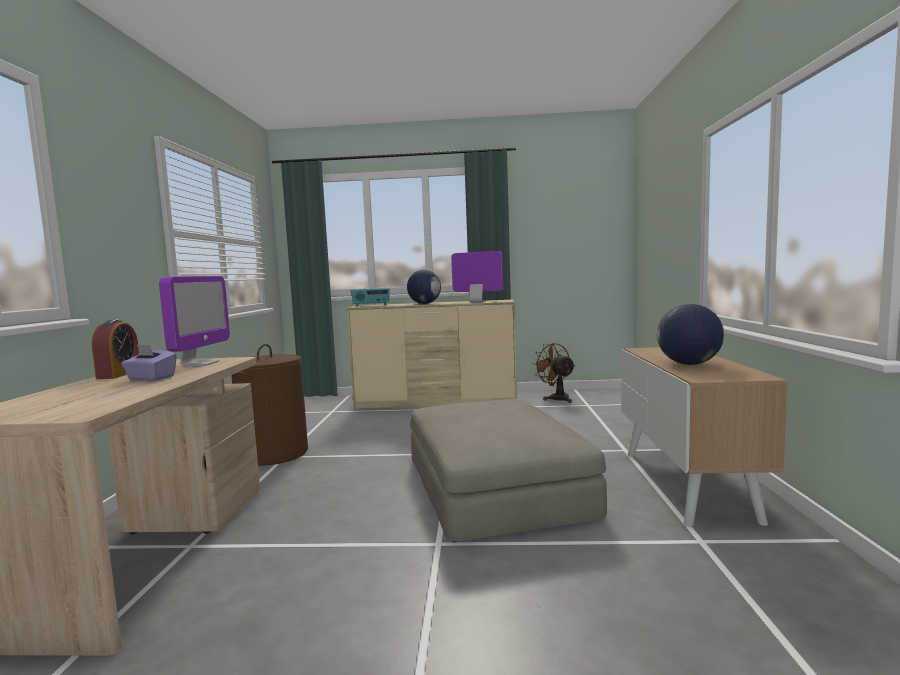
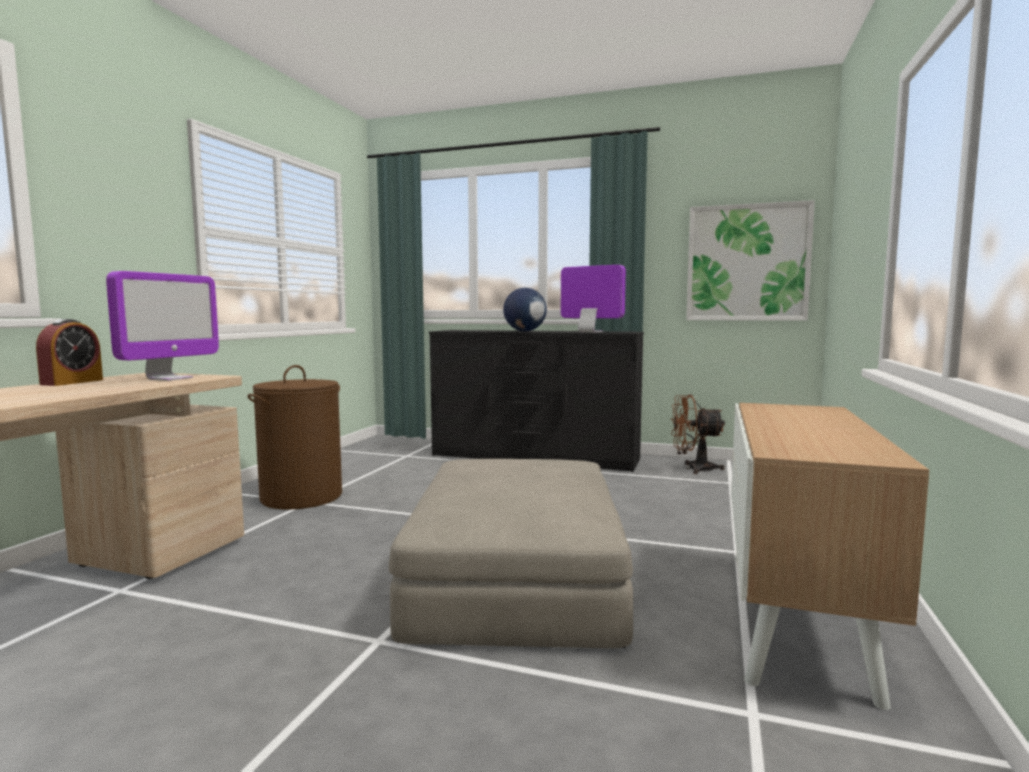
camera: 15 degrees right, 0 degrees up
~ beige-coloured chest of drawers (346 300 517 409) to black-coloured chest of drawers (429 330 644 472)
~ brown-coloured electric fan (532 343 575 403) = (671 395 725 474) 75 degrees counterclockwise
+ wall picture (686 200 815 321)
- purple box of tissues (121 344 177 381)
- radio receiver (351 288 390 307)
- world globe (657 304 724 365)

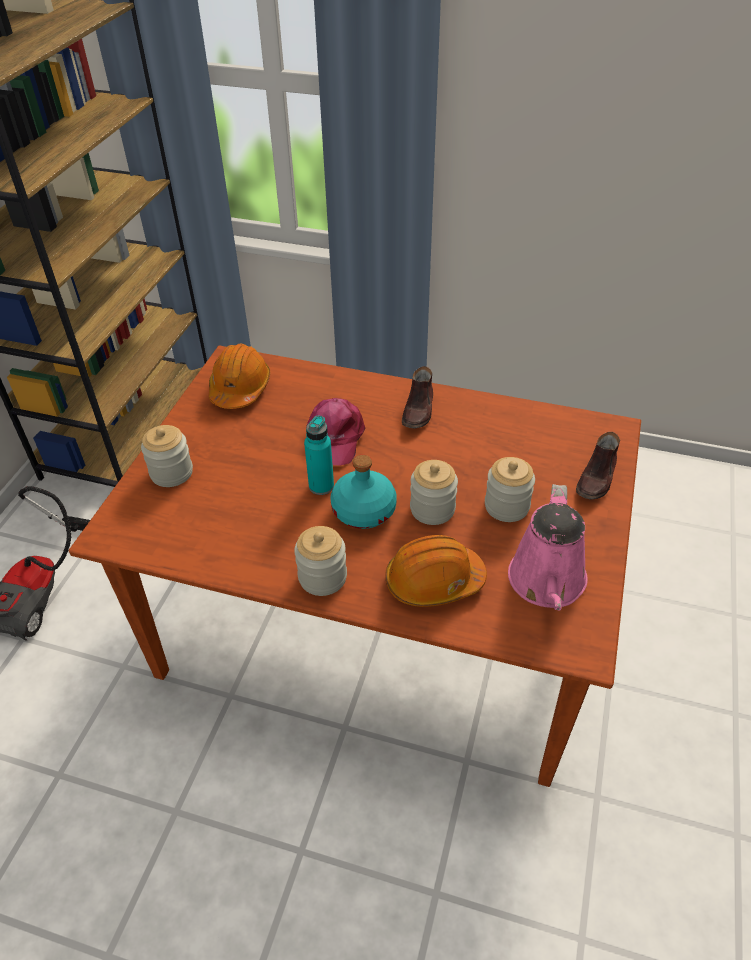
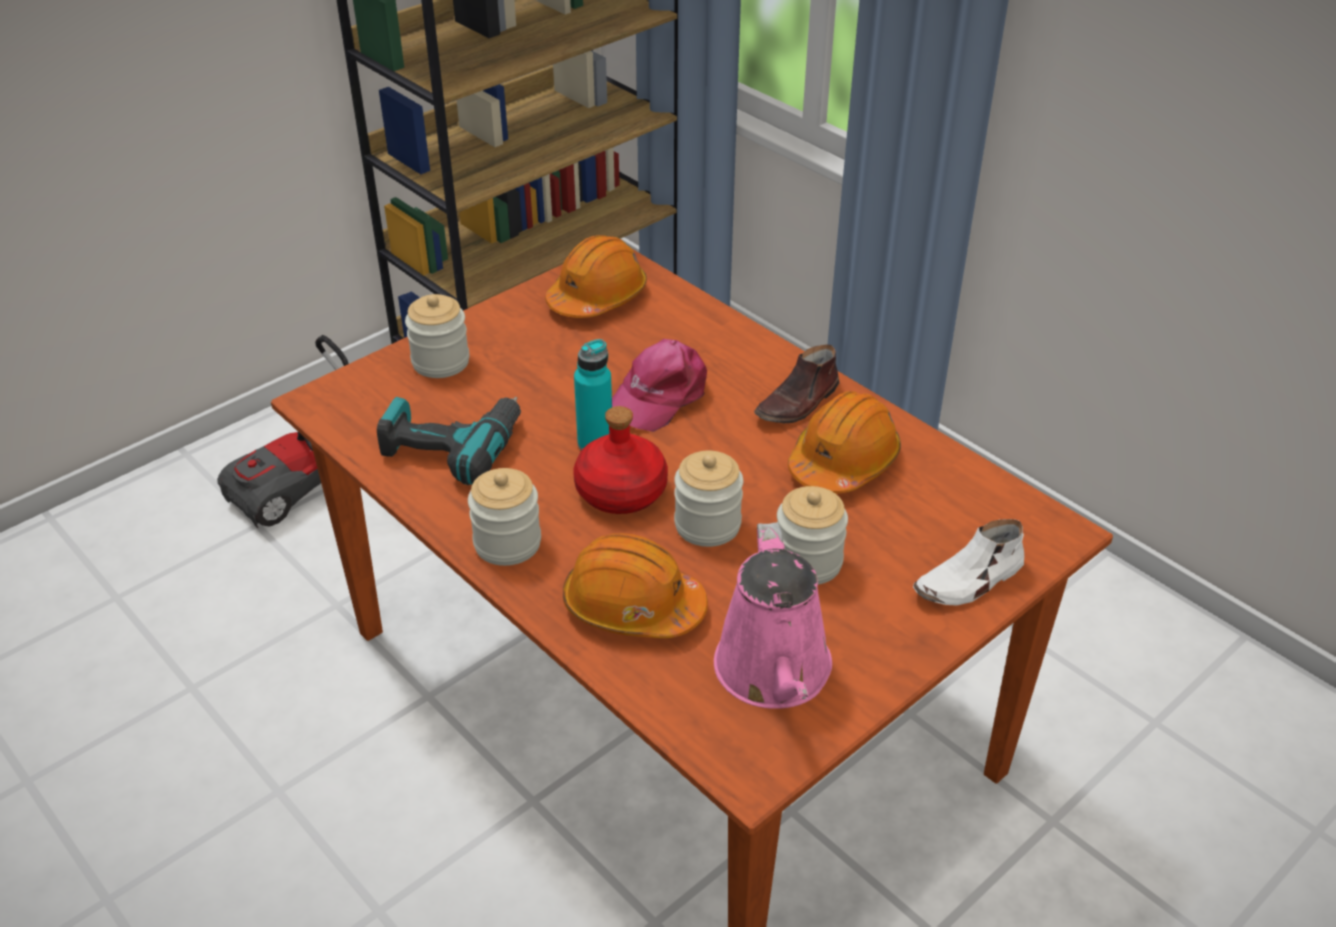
camera: 30 degrees right, 5 degrees down
+ electric drill (377 397 521 485)
~ blue-green drink bottle (330 455 397 529) to reddish drink bottle (573 406 668 514)
~ pink-coloured sprinkling can (508 484 588 610) = (714 522 832 709) 45 degrees counterclockwise
+ orange hard hat (788 391 901 494)
~ brown-coloured low shoe (576 432 620 500) to white low shoe (913 519 1024 605)

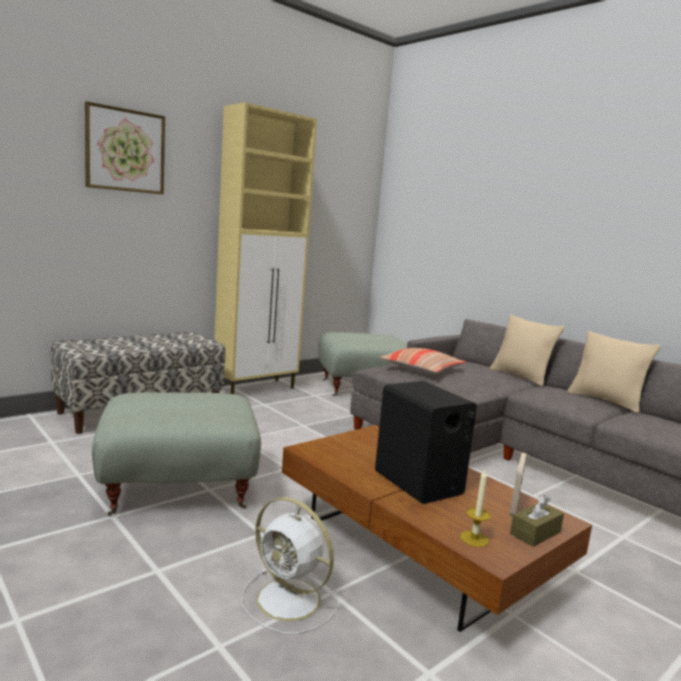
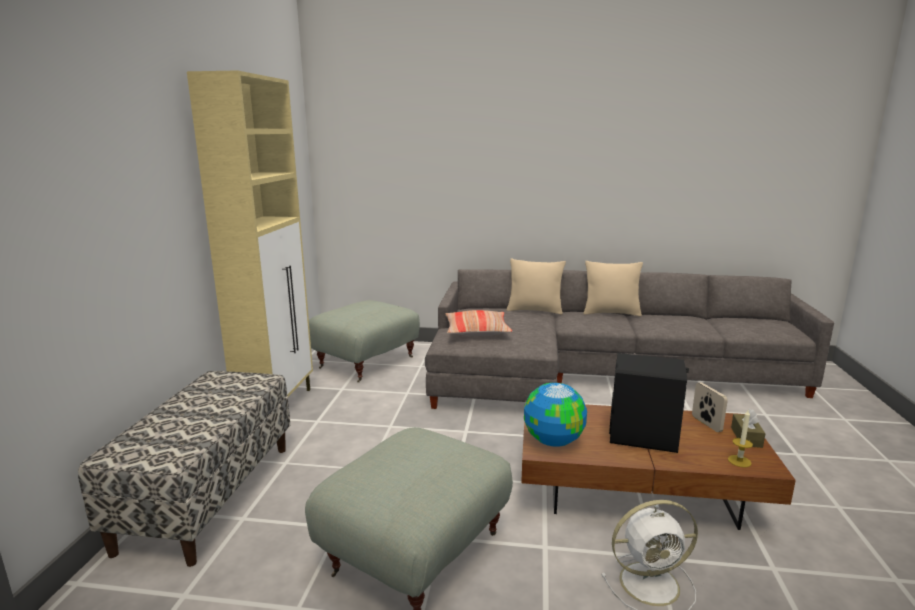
camera: 40 degrees left, 5 degrees up
+ world globe (524 383 587 447)
- wall picture (85 101 165 195)

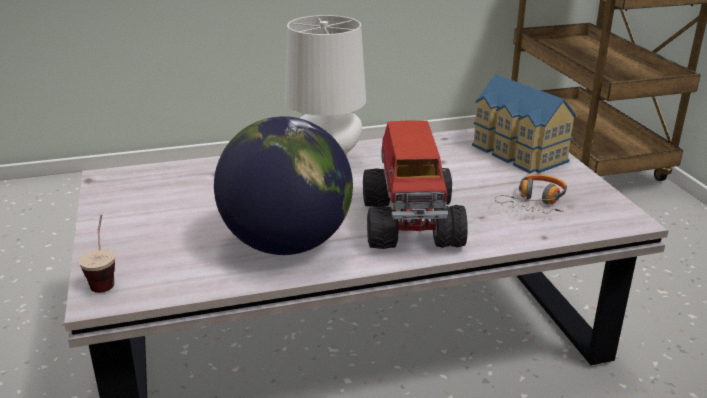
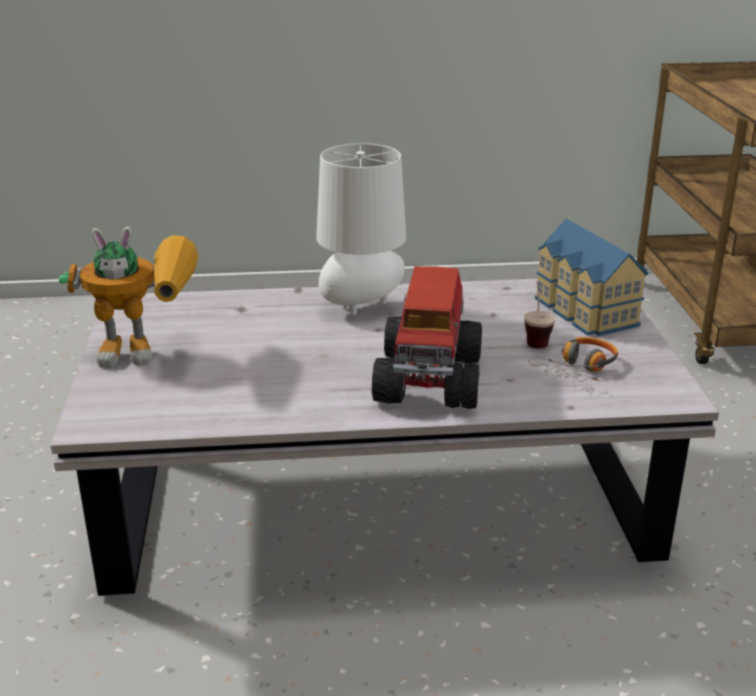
camera: 10 degrees right, 0 degrees up
+ robot figure (59 227 198 368)
~ drinking cup (79 215 115 293) to (524 281 555 349)
- world globe (214 116 353 255)

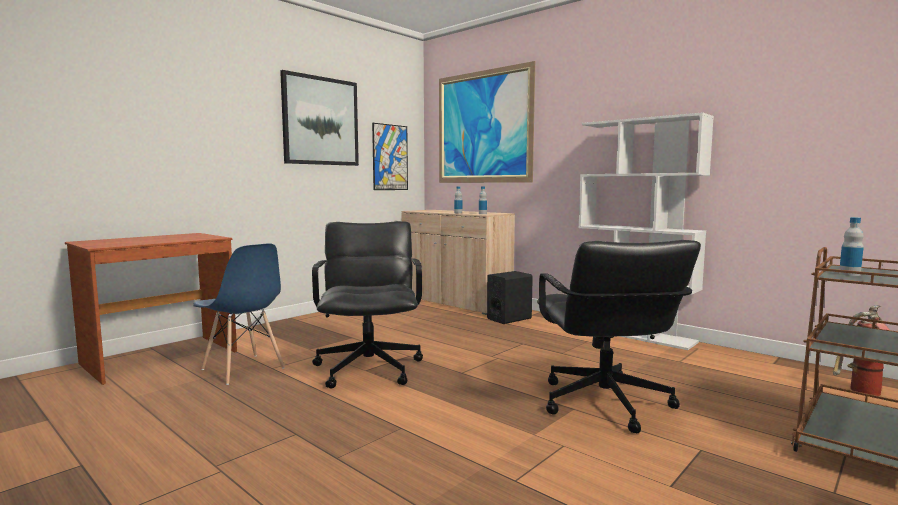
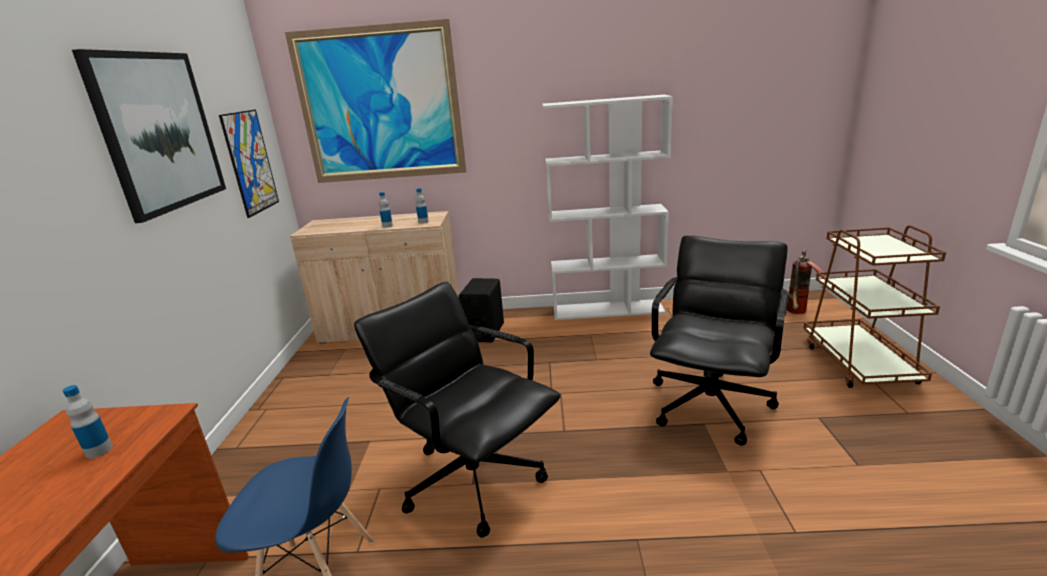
camera: 40 degrees left, 15 degrees up
~ drink bottle (839 217 864 276) to (62 385 113 459)
~ black-coloured desk chair (537 240 701 433) = (650 235 789 446) 105 degrees counterclockwise

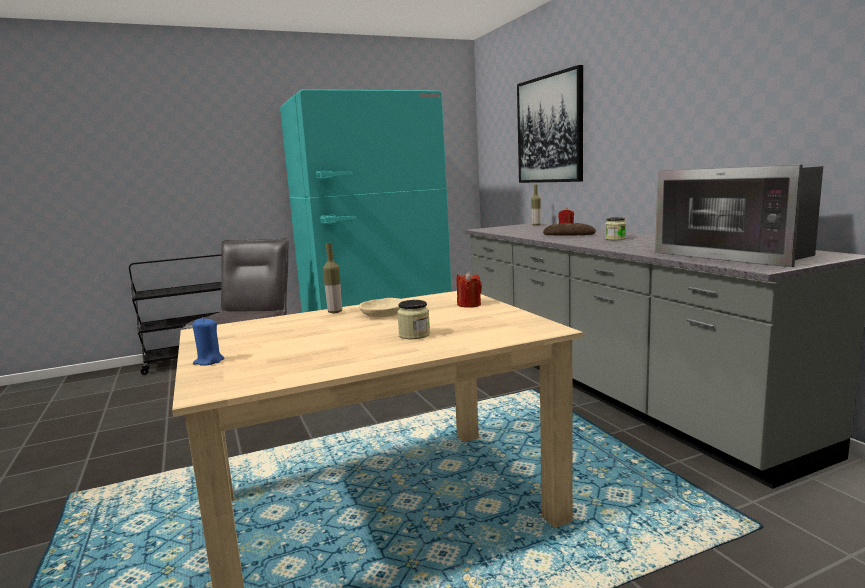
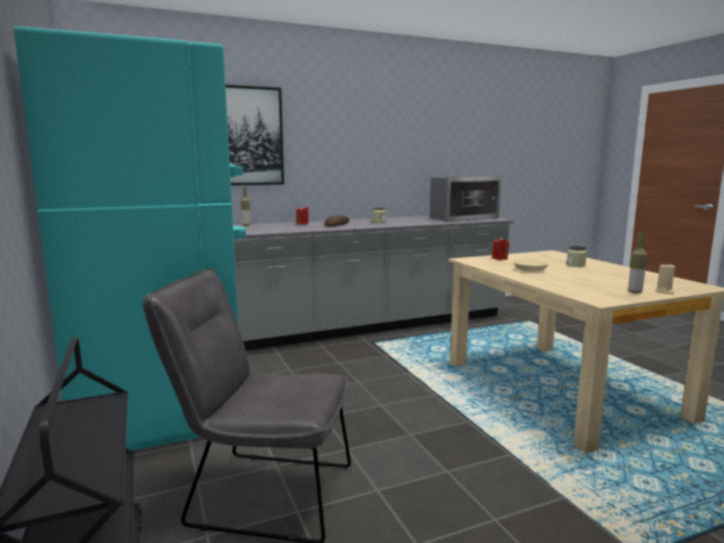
camera: 90 degrees left, 0 degrees up
~ drink bottle (323 243 342 313) to (628 233 647 293)
~ blue-coloured candle (192 318 224 366) to beige-coloured candle (655 264 675 294)

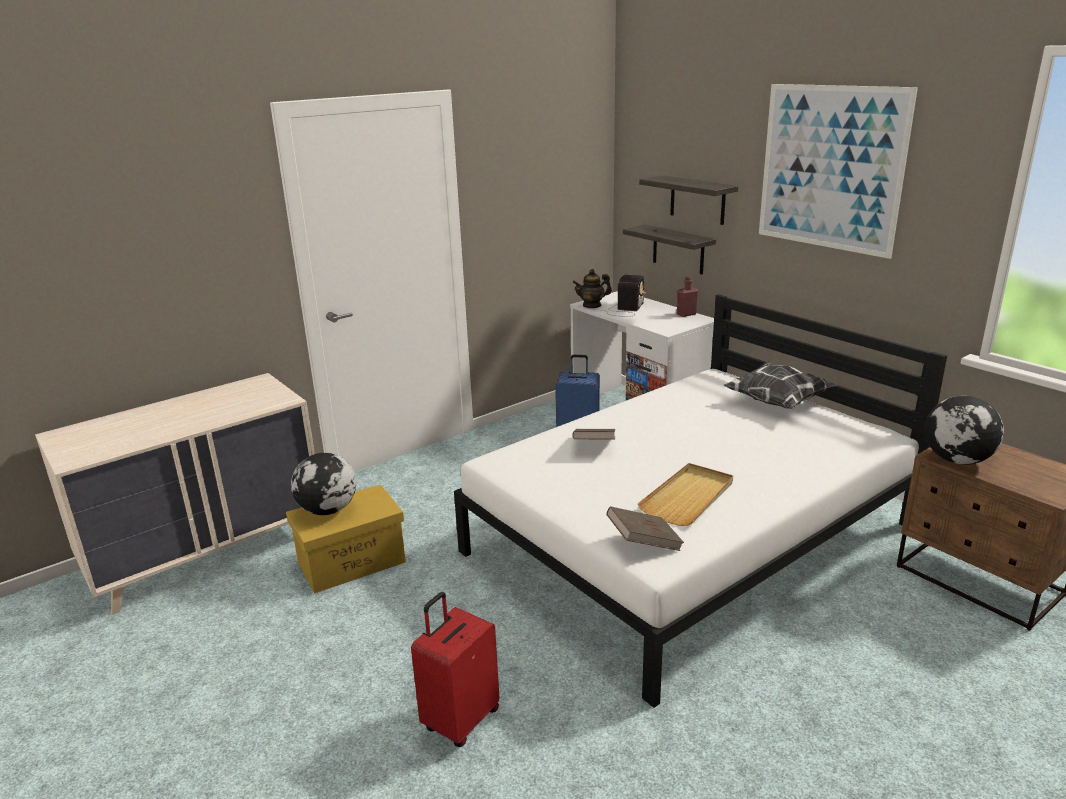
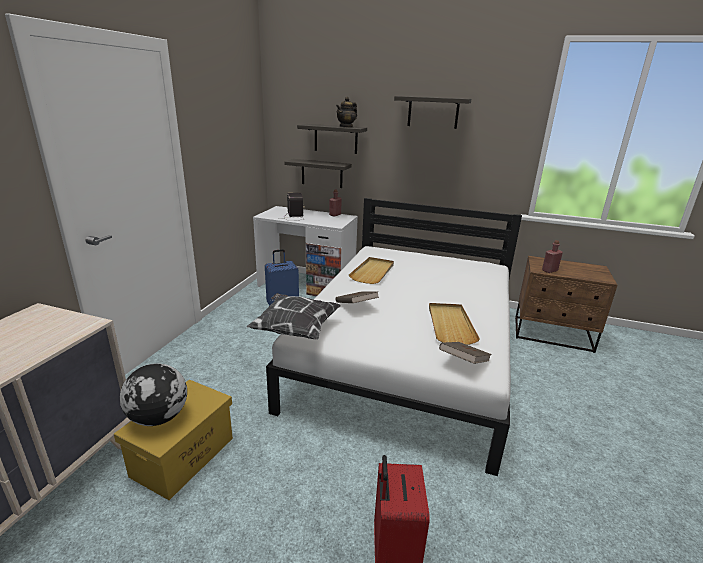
camera: 35 degrees left, 0 degrees up
~ throw pillow (724 362 837 409) to (247 293 341 340)
~ pot for tea (573 269 612 308) to (336 97 357 128)
+ beige-coloured tray (349 257 394 284)
~ wall picture (759 84 918 259) to bracket shelf (394 96 471 129)
~ world globe (925 396 1004 465) to reddish drink bottle (542 240 563 273)

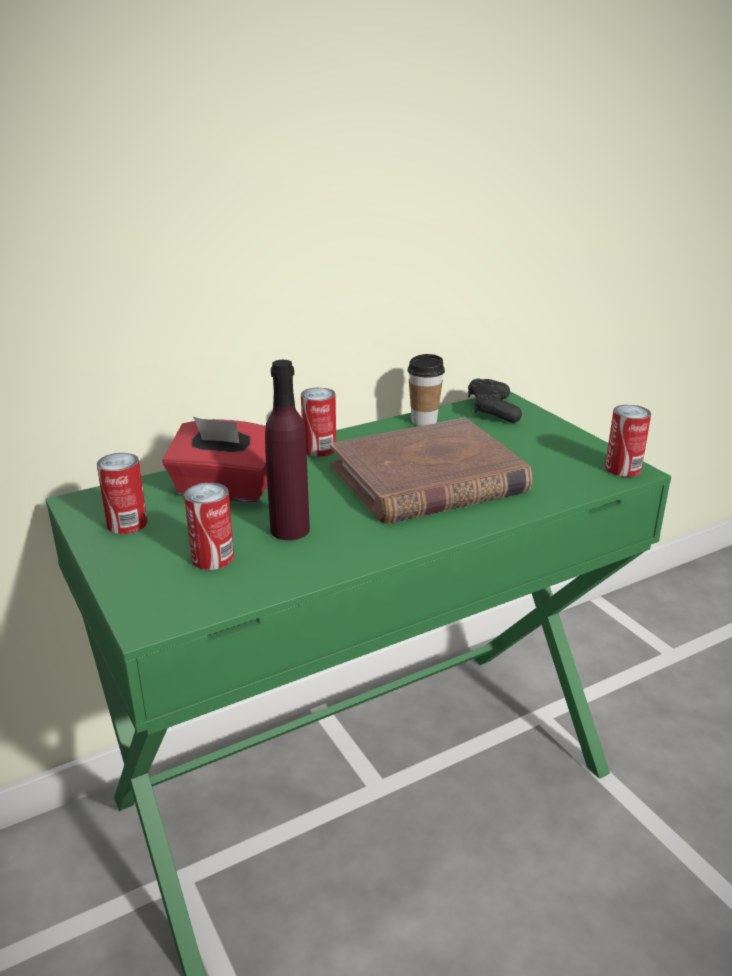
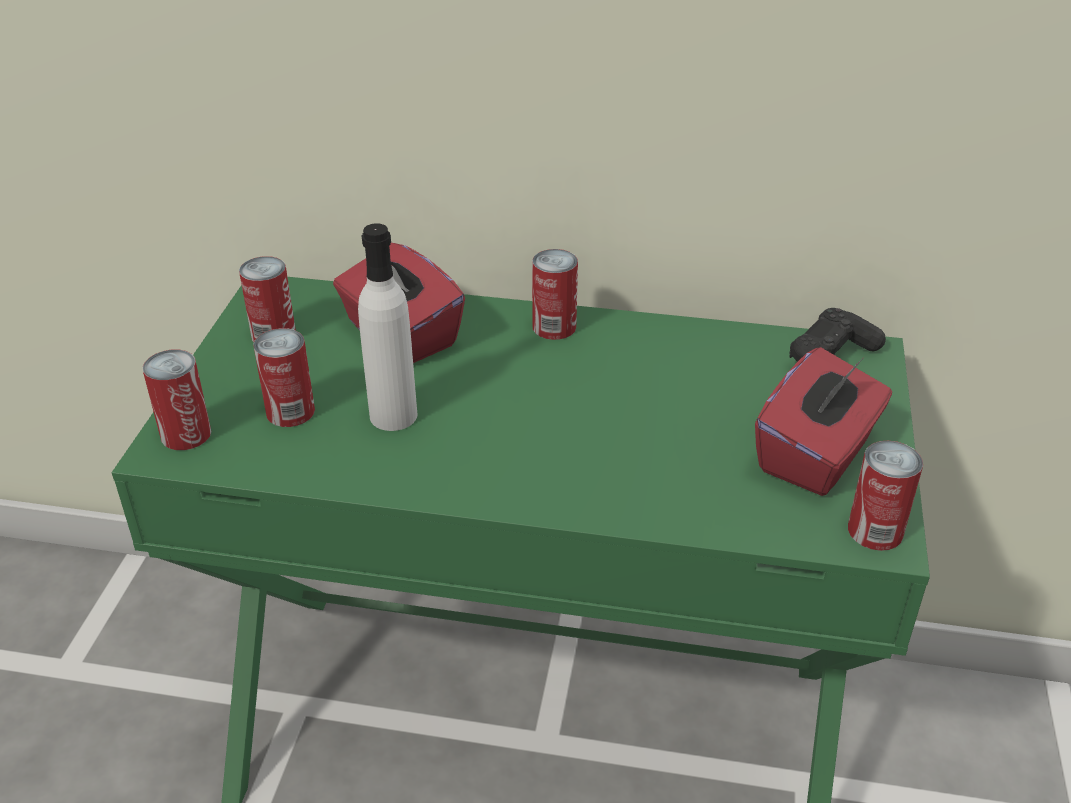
camera: 40 degrees right, 10 degrees up
+ sealed can (142 350 211 450)
~ purple drink bottle (265 360 310 540) to white drink bottle (358 223 418 431)
+ reddish box of tissues (755 347 892 496)
- brown-coloured bound book (330 418 533 524)
- drinking cup (407 354 445 426)

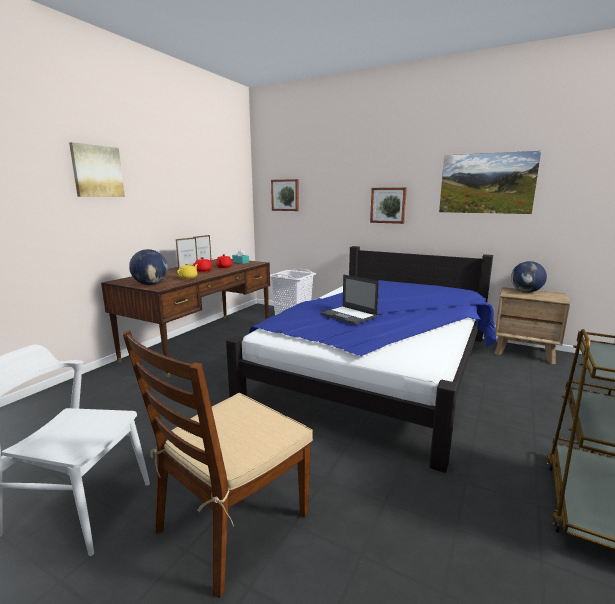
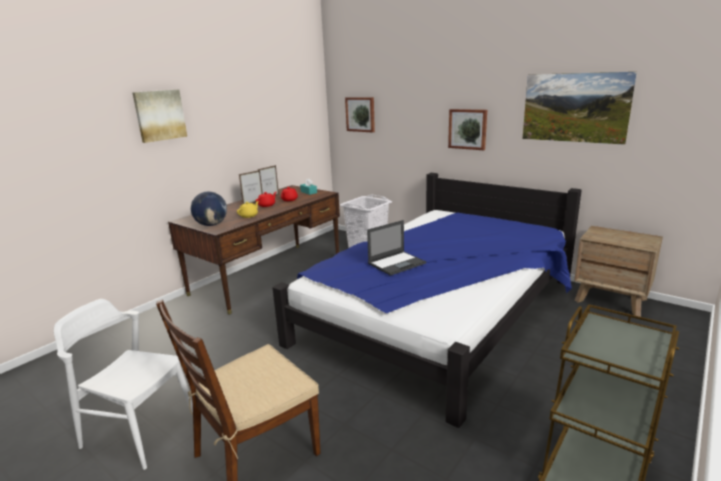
camera: 10 degrees right, 5 degrees up
~ notebook computer (320 275 379 325) = (367 220 426 276) 90 degrees counterclockwise
- world globe (511 261 547 292)

